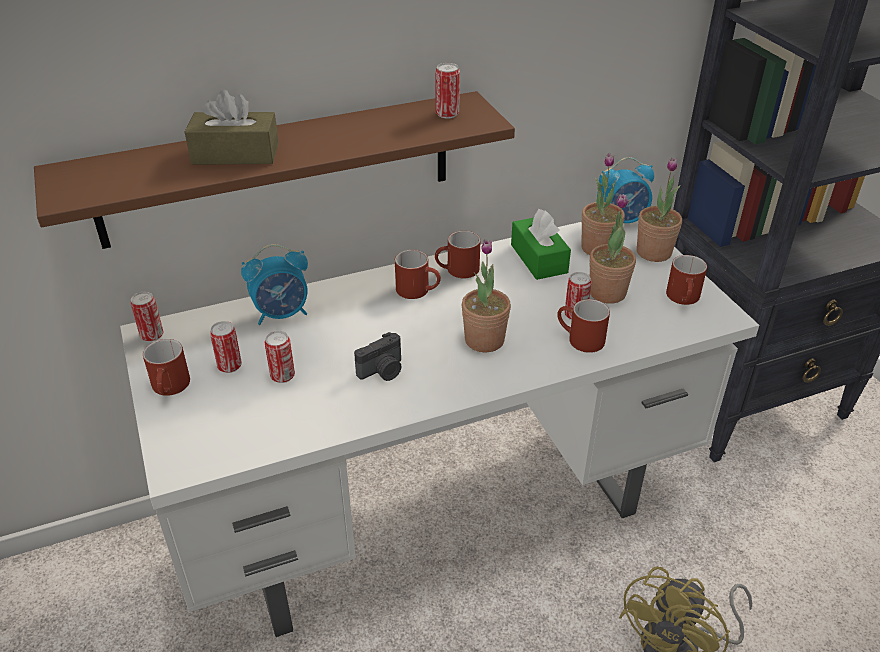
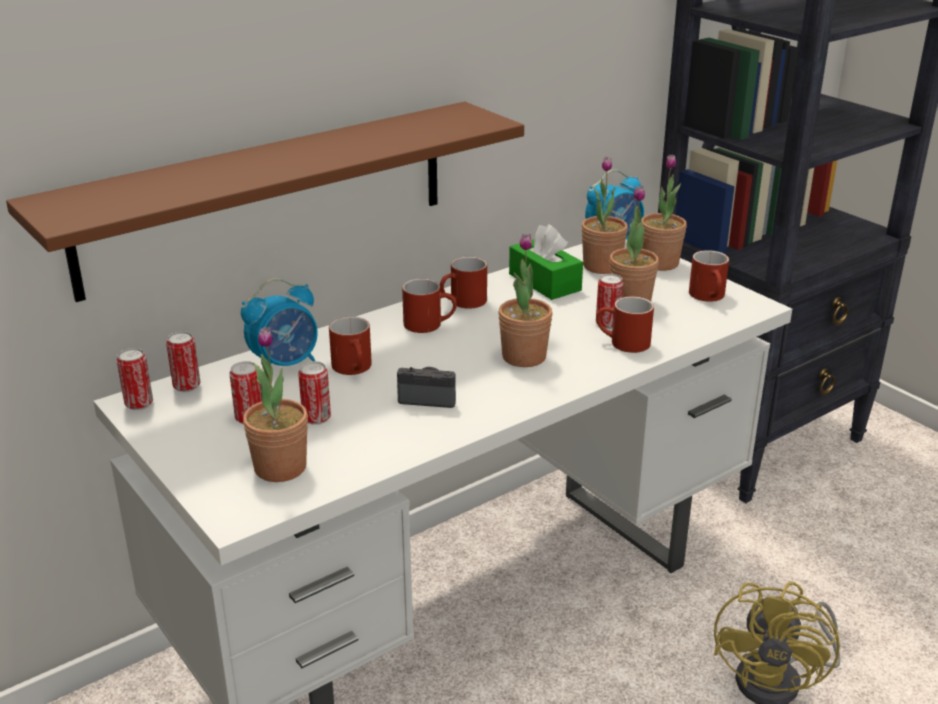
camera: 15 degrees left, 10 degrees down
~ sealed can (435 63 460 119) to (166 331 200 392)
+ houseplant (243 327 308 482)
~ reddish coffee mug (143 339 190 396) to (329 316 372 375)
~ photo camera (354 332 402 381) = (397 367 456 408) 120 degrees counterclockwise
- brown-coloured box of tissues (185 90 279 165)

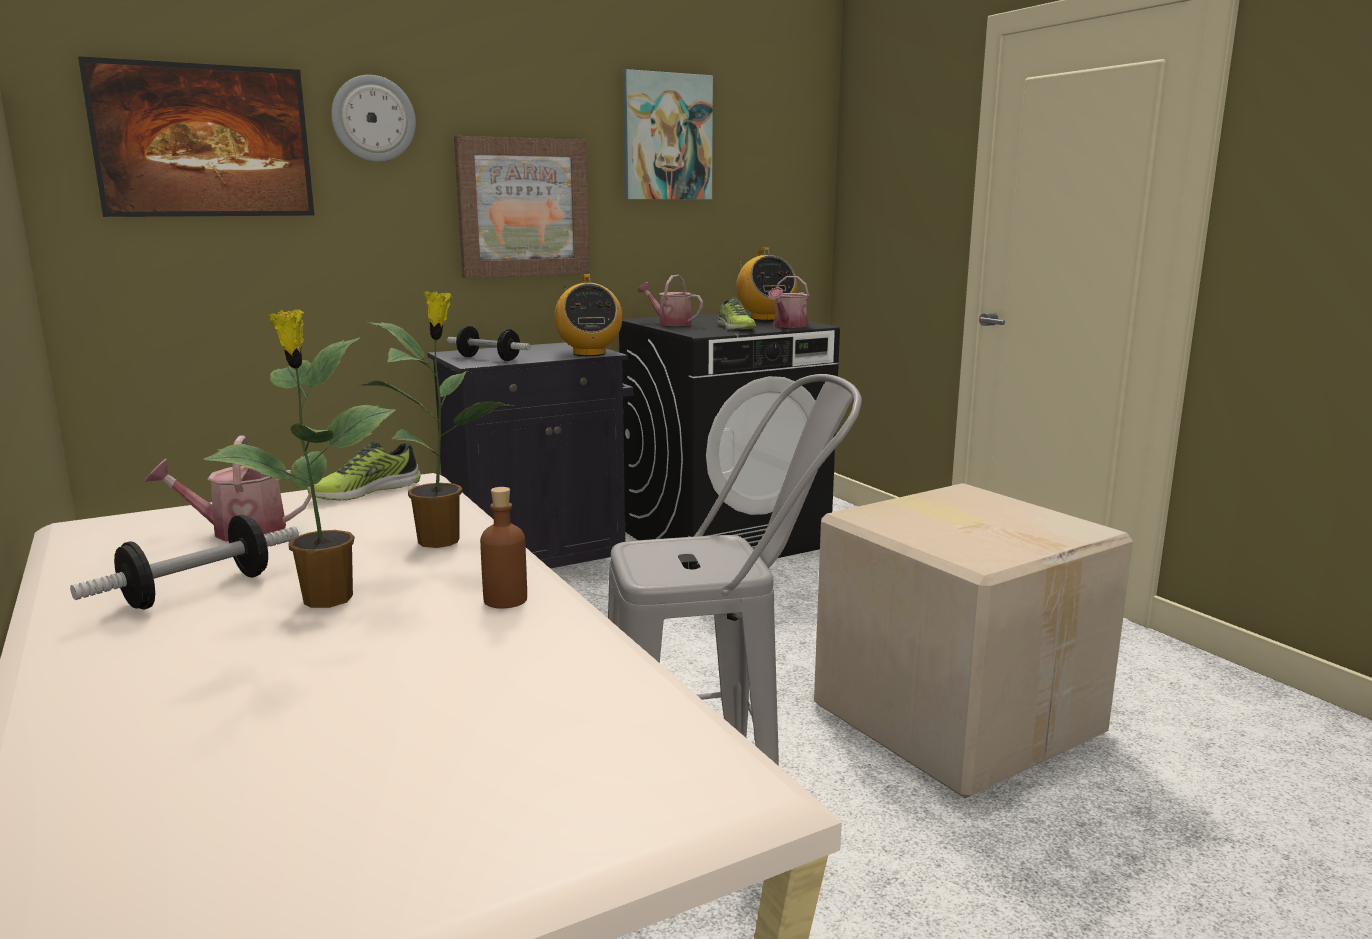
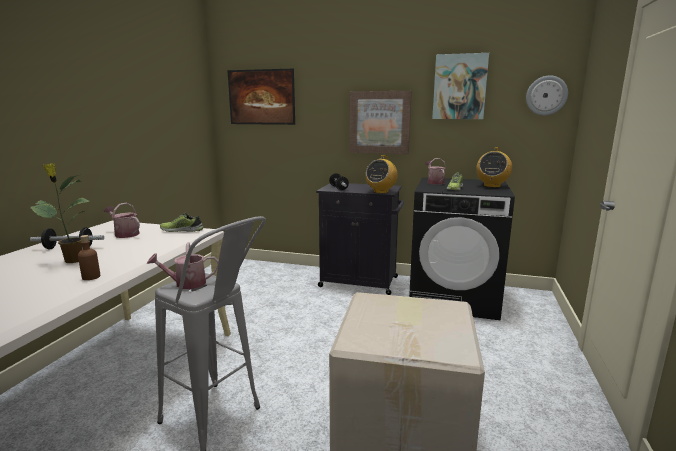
camera: 45 degrees right, 0 degrees up
~ sprinkling can (768 276 810 328) to (147 242 219 289)
~ wall clock (331 75 416 162) to (526 75 568 116)
- houseplant (359 291 516 548)

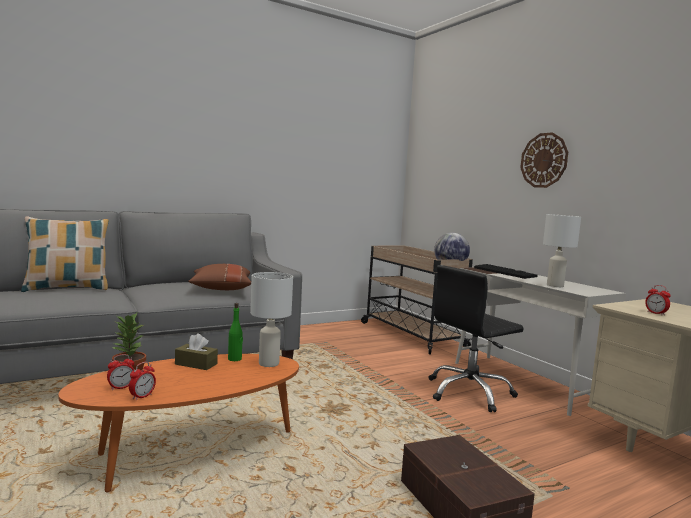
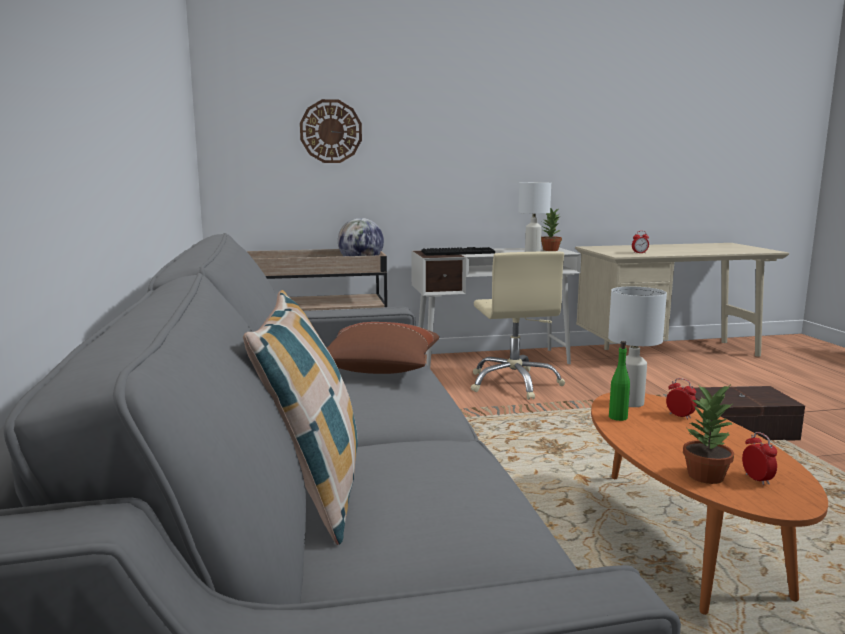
camera: 70 degrees left, 5 degrees up
~ wall clock (520 132 568 188) to (300 99 362 163)
~ black-coloured desk chair (429 265 524 412) to beige-coloured desk chair (471 251 565 400)
+ houseplant (541 208 562 251)
~ bedside clock (129 362 156 401) to (666 378 697 419)
- brown-coloured box of tissues (175 333 218 370)

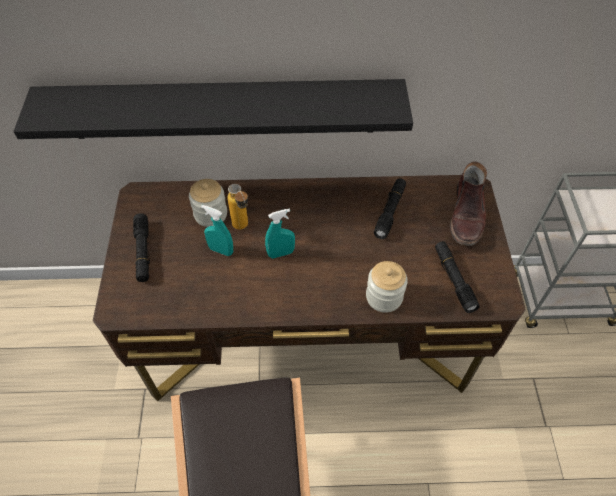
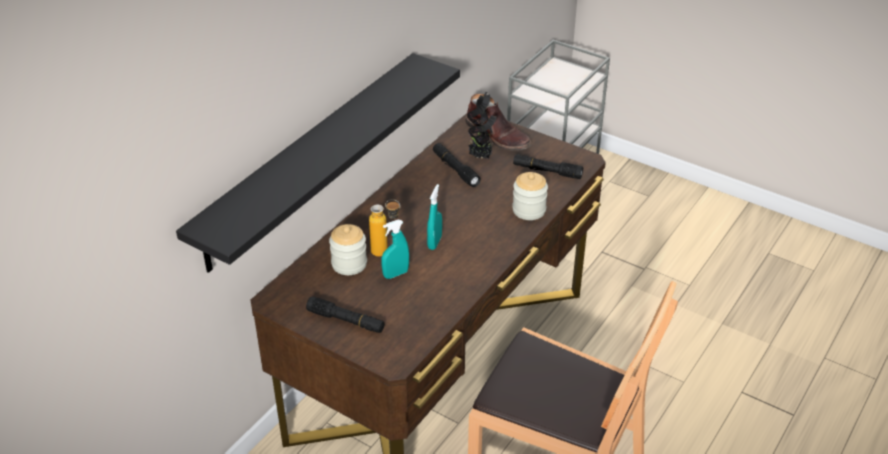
camera: 55 degrees left, 15 degrees down
+ houseplant (467 92 497 158)

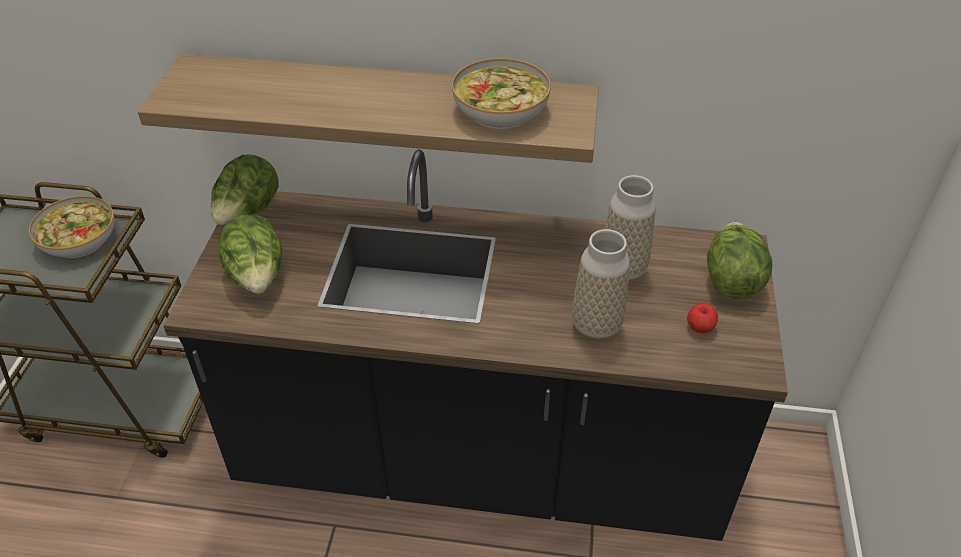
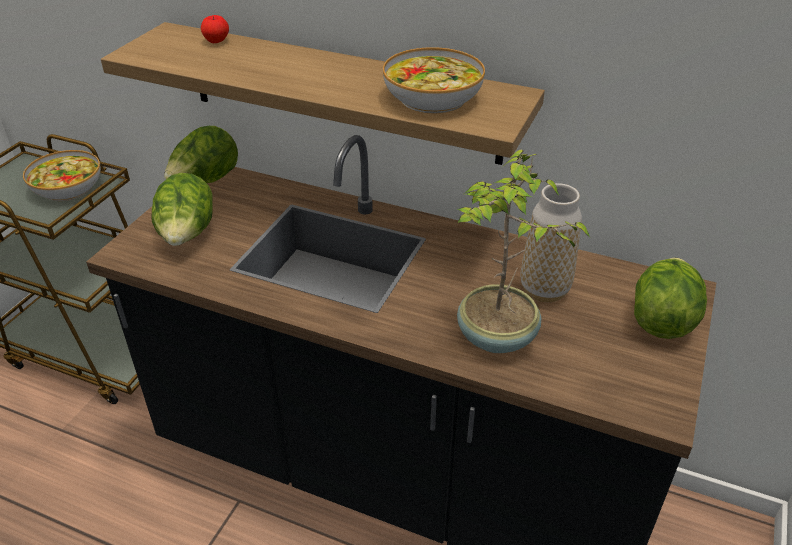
camera: 15 degrees right, 5 degrees down
~ apple fruit (687 304 718 333) to (201 15 229 43)
~ decorative vase (572 229 630 341) to houseplant (457 150 590 353)

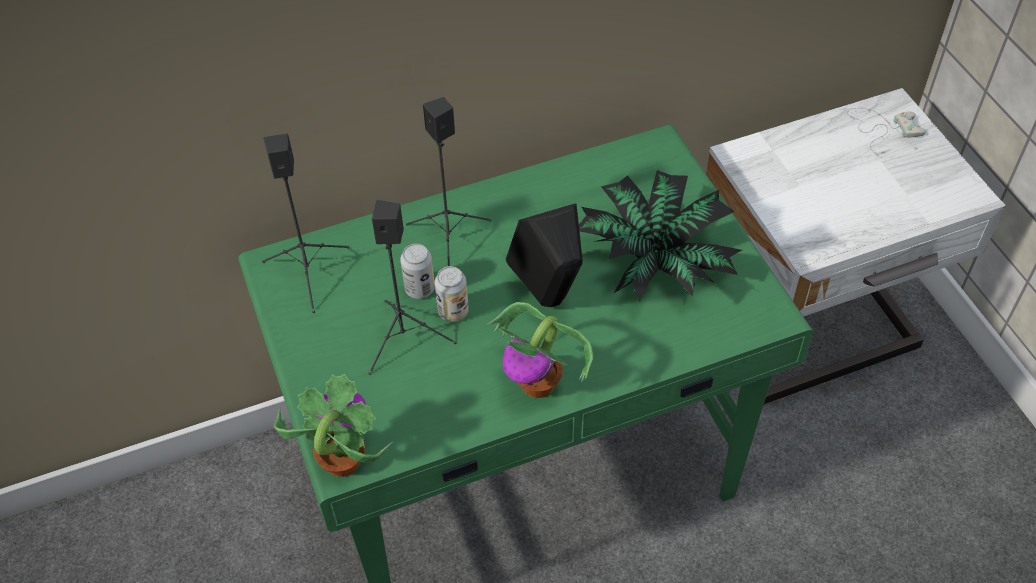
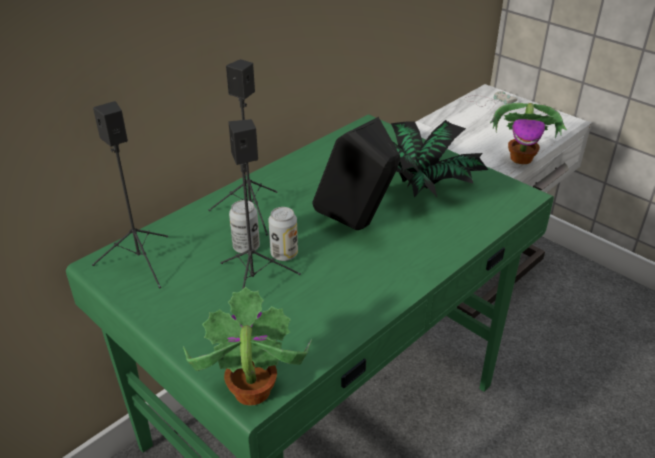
camera: 25 degrees left, 15 degrees down
~ houseplant (487 302 593 398) to (490 103 567 164)

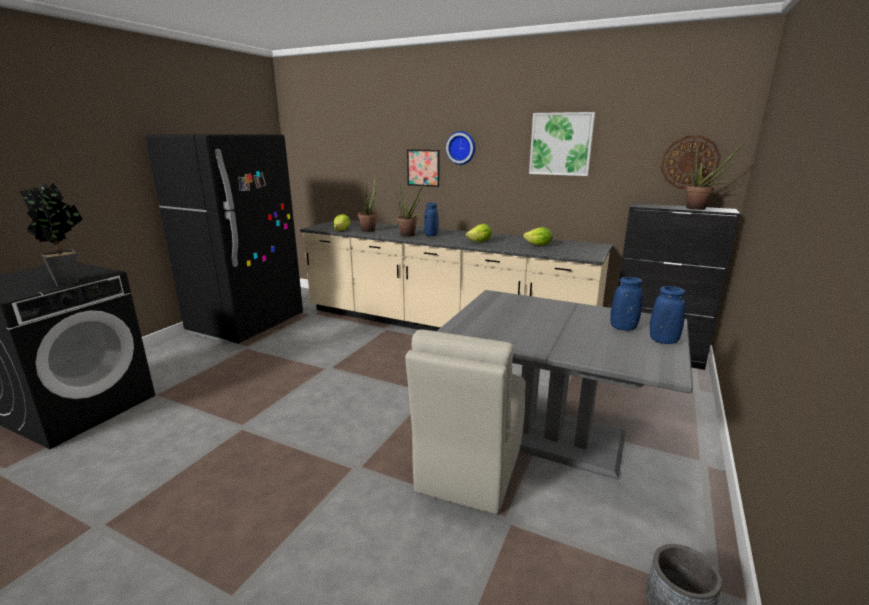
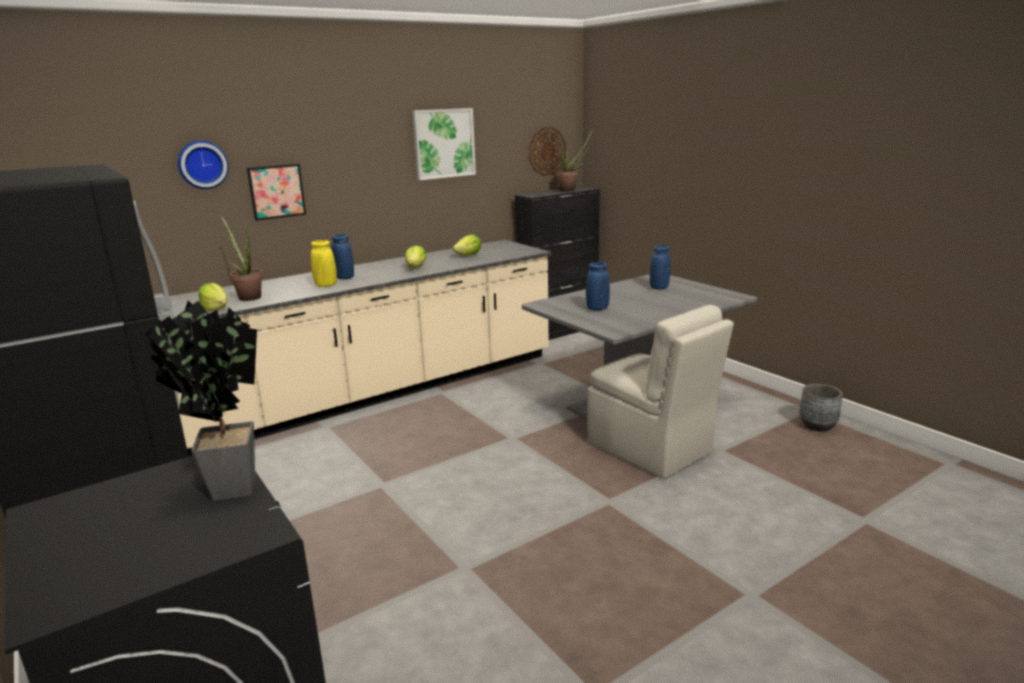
camera: 60 degrees left, 0 degrees up
~ wall clock (446 131 475 165) to (178 141 228 189)
~ houseplant (397 182 424 237) to yellow-coloured decorative vase (311 240 337 287)
~ blue-coloured decorative vase (650 286 686 344) to (586 262 610 310)

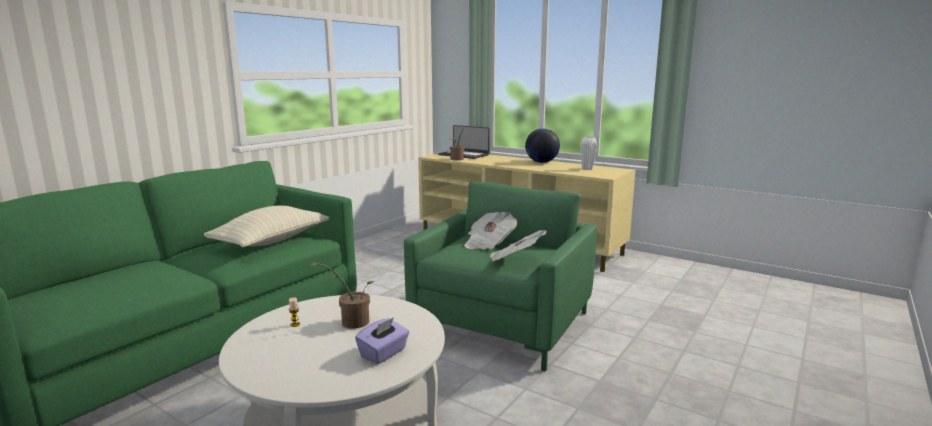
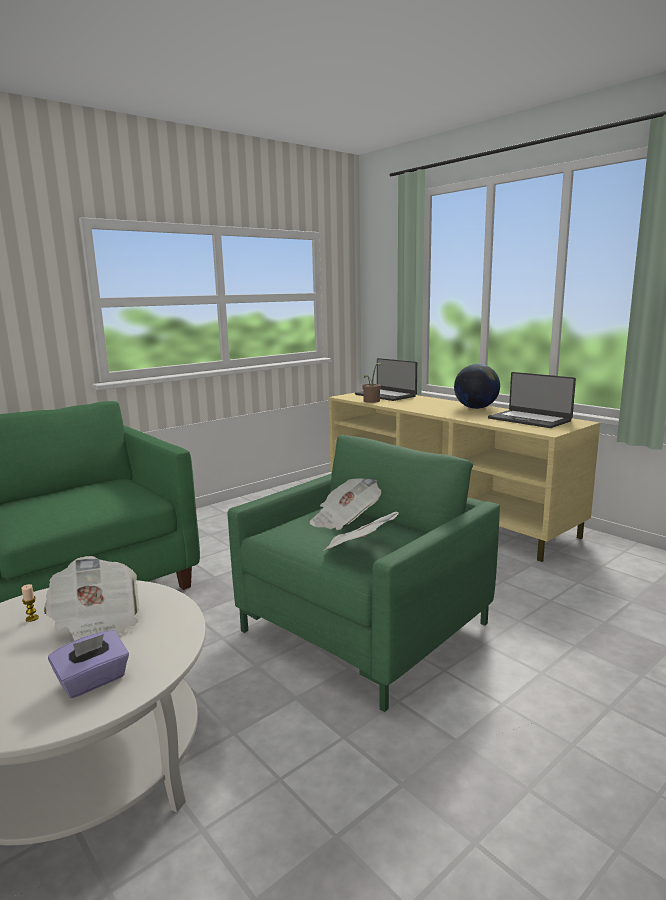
camera: 15 degrees right, 0 degrees up
~ houseplant (307 262 375 329) to printed paper (43 556 139 641)
~ white decorative vase (580 137 597 170) to notebook computer (488 372 576 428)
- beige-coloured throw pillow (204 205 329 247)

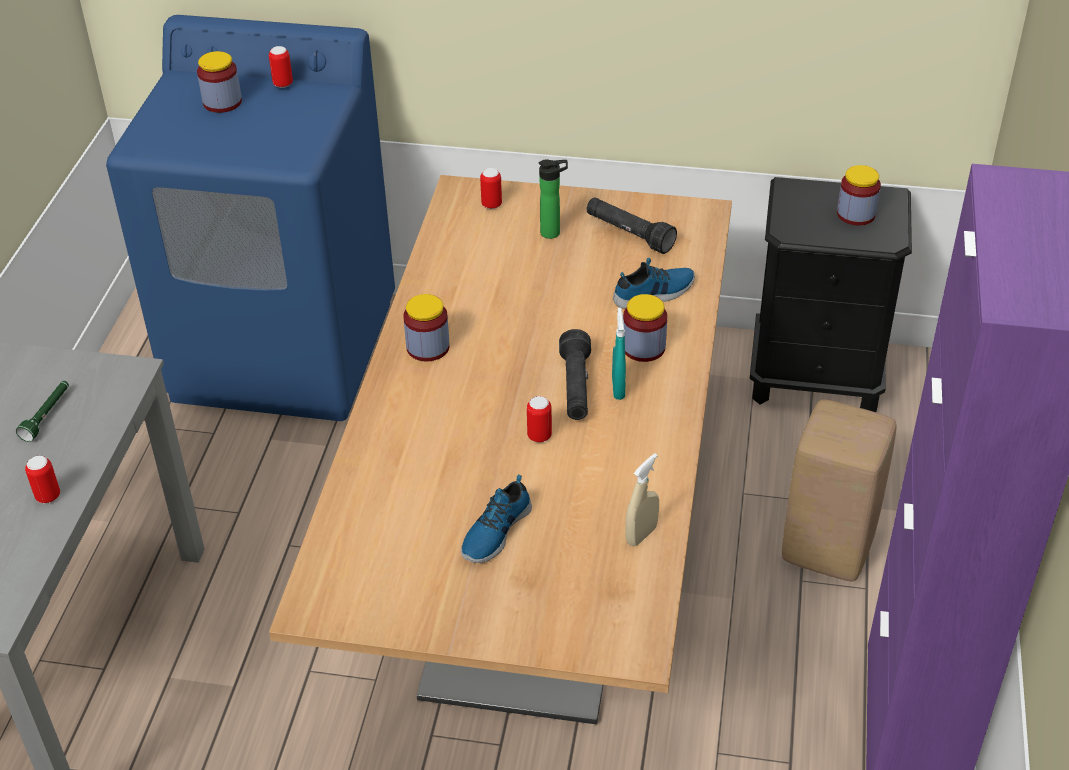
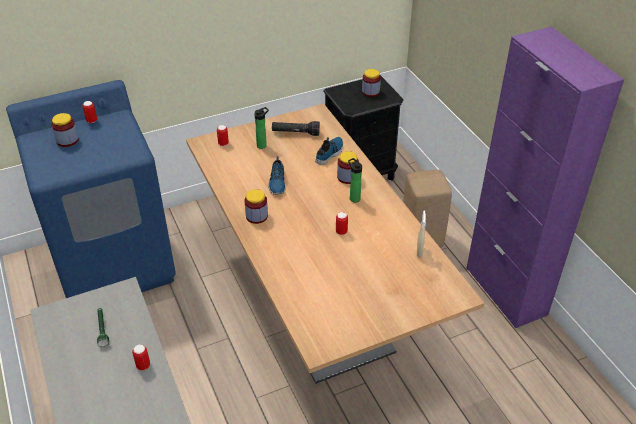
camera: 35 degrees left, 0 degrees up
~ low shoe (461 475 532 563) to (268 156 286 195)
~ blue-green spray bottle (612 308 626 400) to drink bottle (348 158 362 203)
- black-coloured flashlight (559 329 591 420)

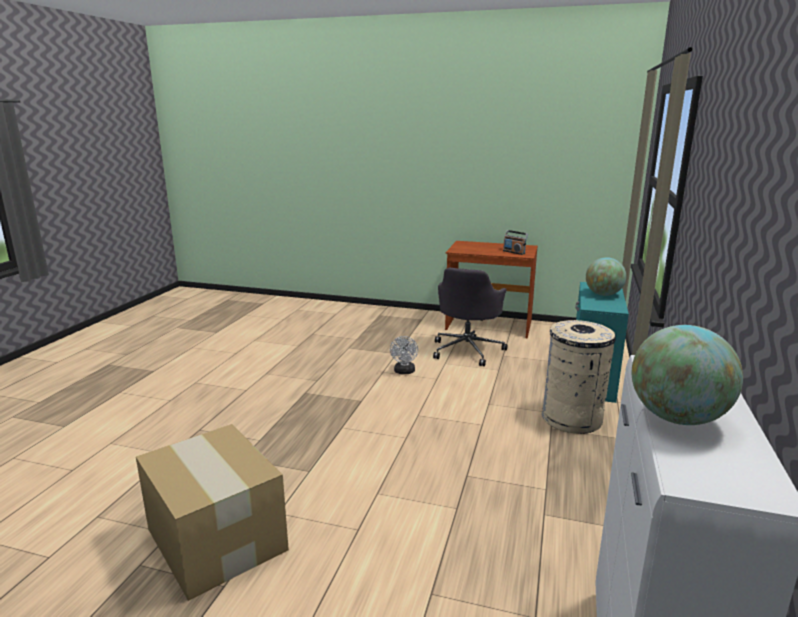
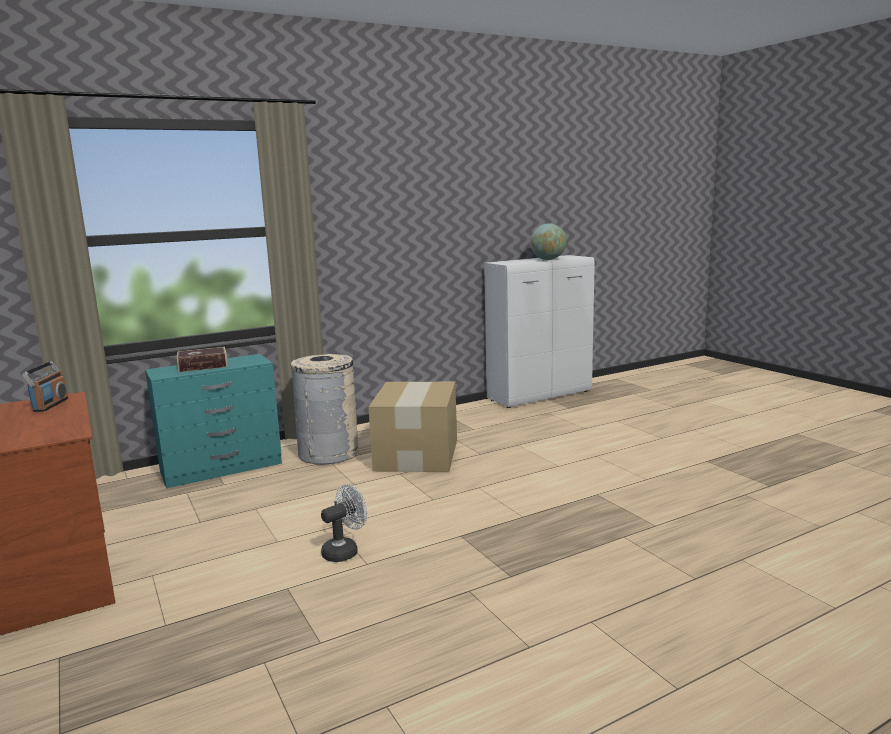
camera: 135 degrees left, 5 degrees down
~ world globe (586 257 626 296) to bound book (177 347 228 372)
~ carton (136 424 289 601) to (368 382 457 472)
- greyish desk chair (433 268 508 366)

